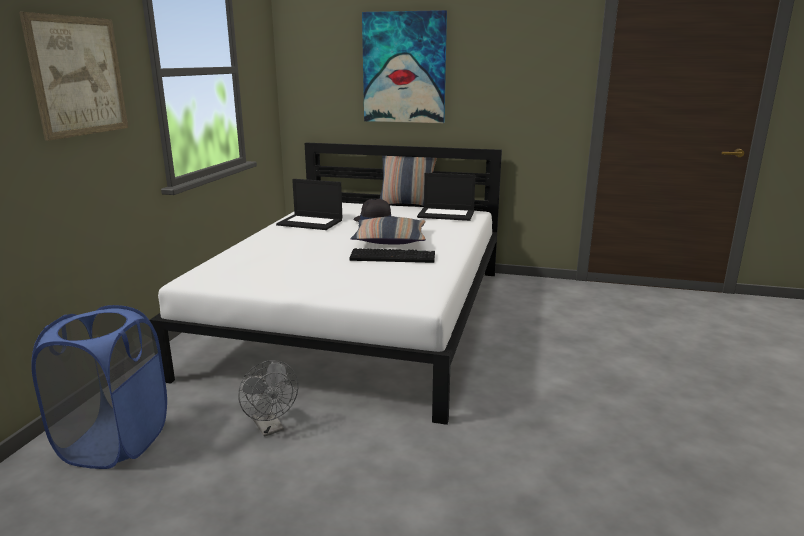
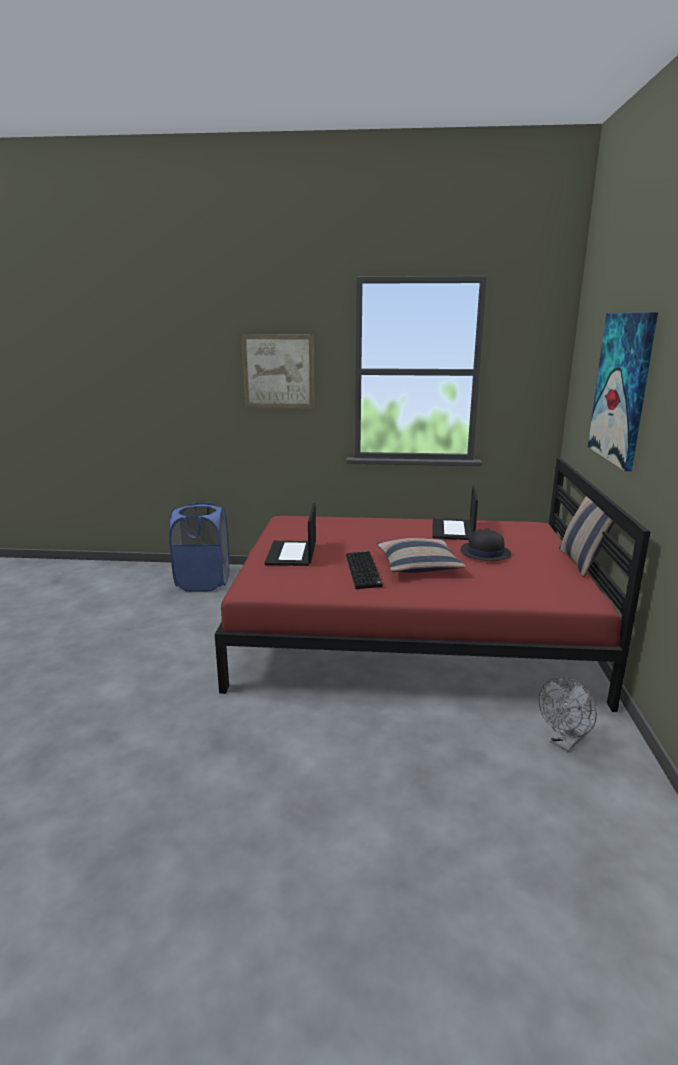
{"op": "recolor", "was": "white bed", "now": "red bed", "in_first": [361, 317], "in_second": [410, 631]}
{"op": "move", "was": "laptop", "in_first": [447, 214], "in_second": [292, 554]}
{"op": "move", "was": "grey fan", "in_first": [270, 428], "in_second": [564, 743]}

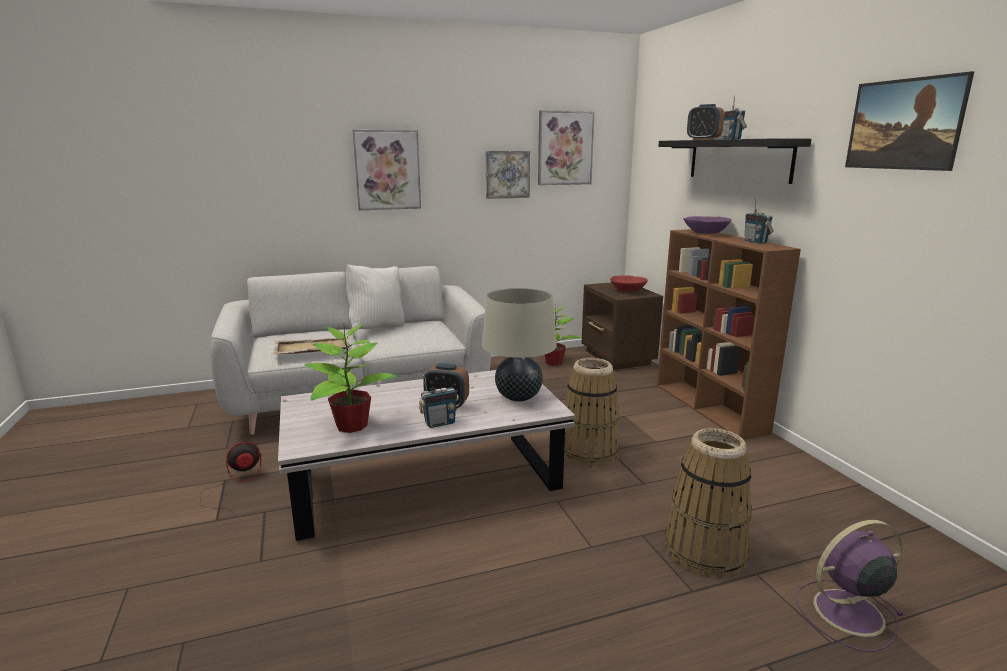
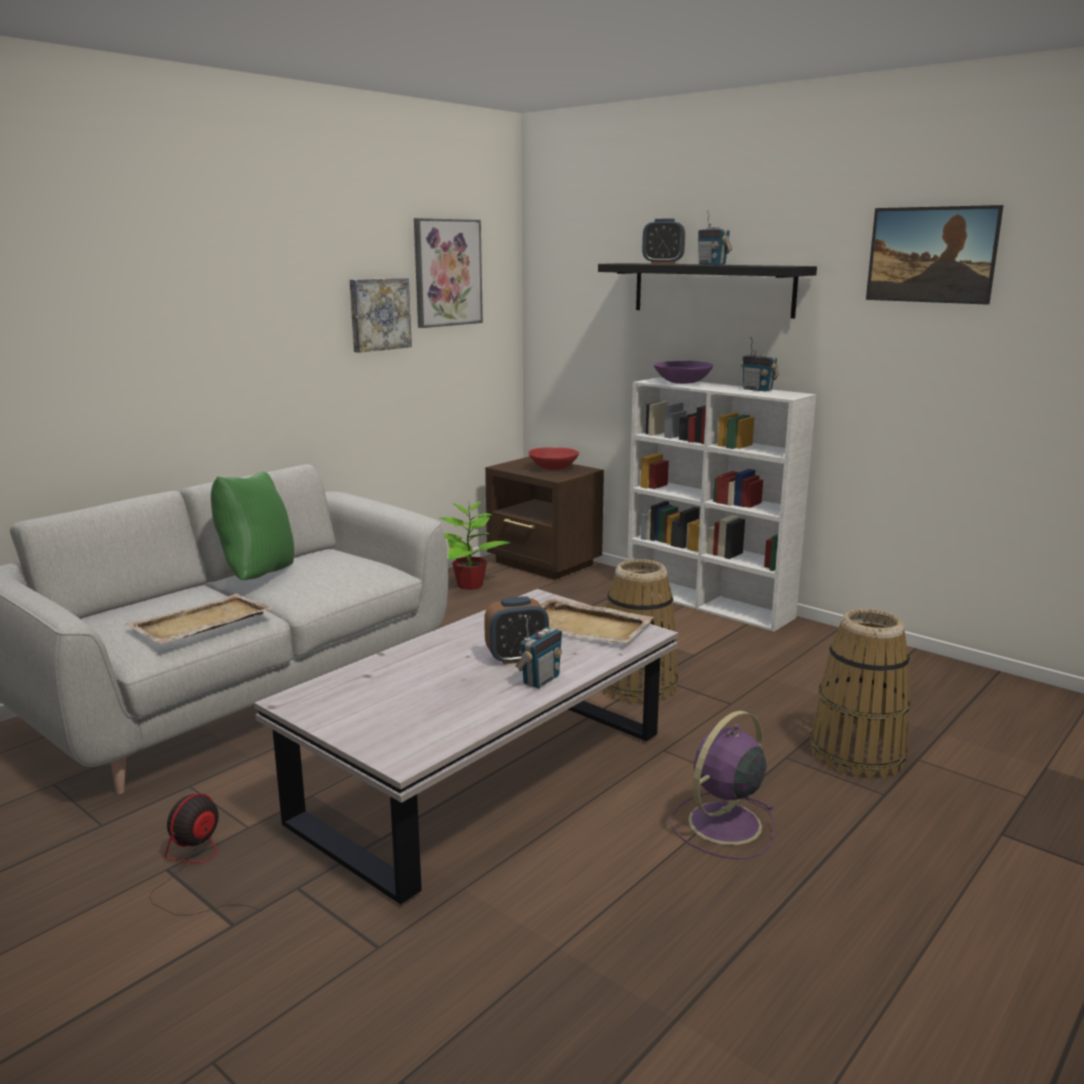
{"op": "delete", "was": "picture", "in_first": [387, 170]}
{"op": "recolor", "was": "brown bookcase", "now": "white bookcase", "in_first": [710, 408], "in_second": [709, 603]}
{"op": "recolor", "was": "white pillow", "now": "green pillow", "in_first": [377, 328], "in_second": [257, 575]}
{"op": "replace", "was": "beige table lamp", "now": "beige tray", "in_first": [518, 396], "in_second": [586, 626]}
{"op": "delete", "was": "potted plant", "in_first": [350, 426]}
{"op": "move", "was": "purple fan", "in_first": [845, 613], "in_second": [722, 825]}

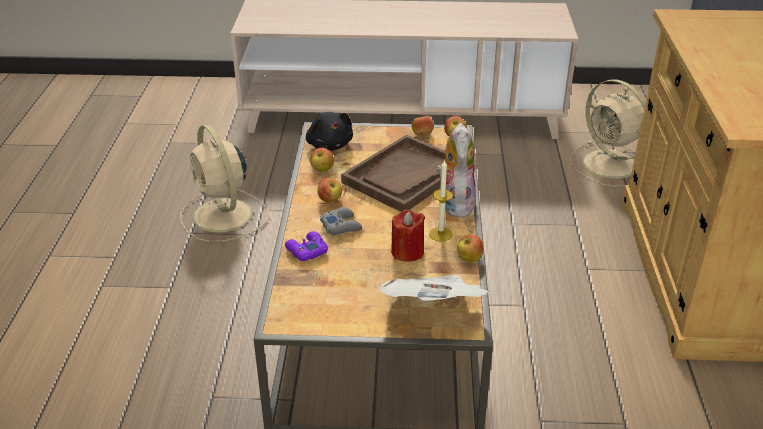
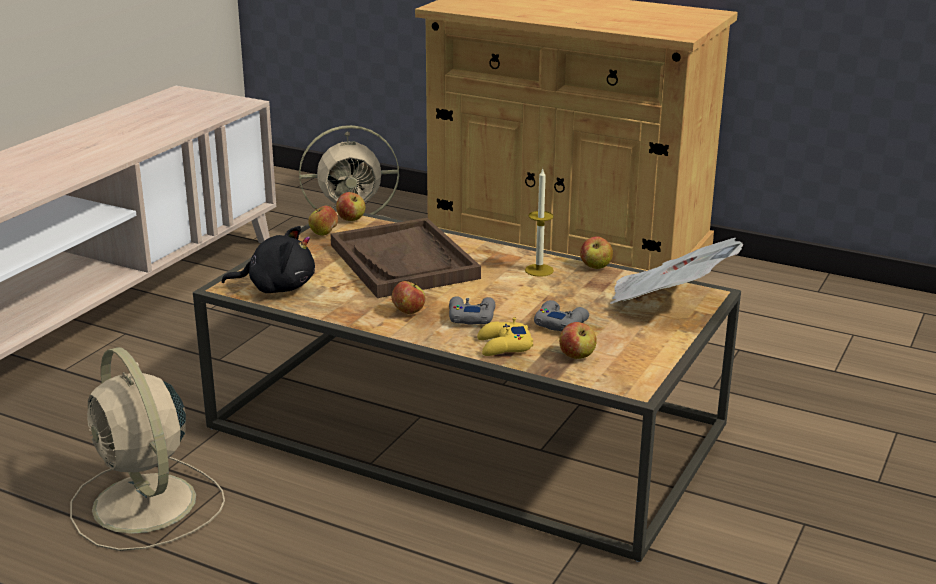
{"op": "delete", "was": "plush toy", "in_first": [454, 203]}
{"op": "rotate", "was": "beige fan", "in_first": [224, 217], "in_second": [146, 506], "clockwise": 60}
{"op": "move", "was": "apple", "in_first": [322, 169], "in_second": [577, 356]}
{"op": "delete", "was": "red candle", "in_first": [407, 252]}
{"op": "recolor", "was": "purple game controller", "now": "yellow game controller", "in_first": [306, 250], "in_second": [504, 346]}
{"op": "insert", "now": "grey game controller", "in_second": [560, 323]}

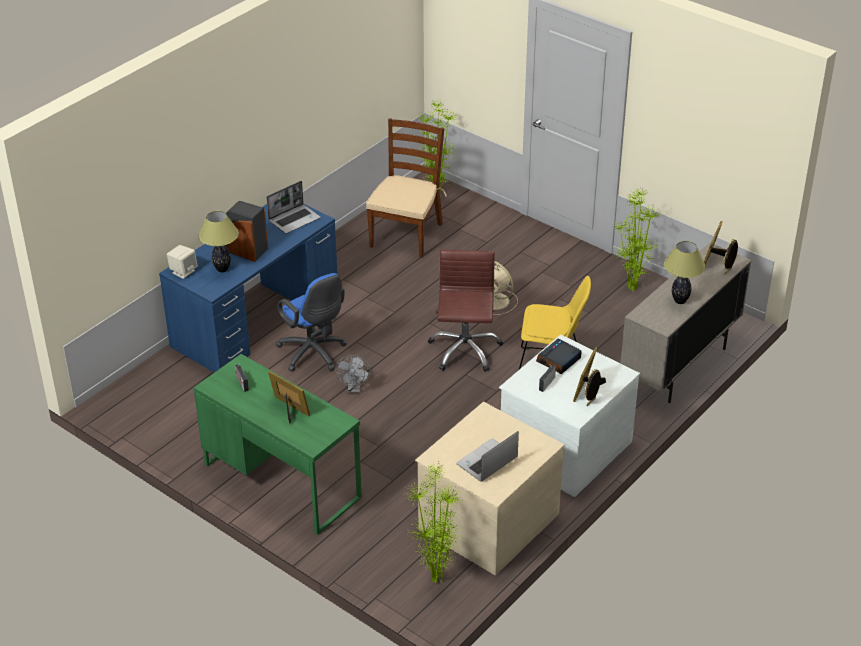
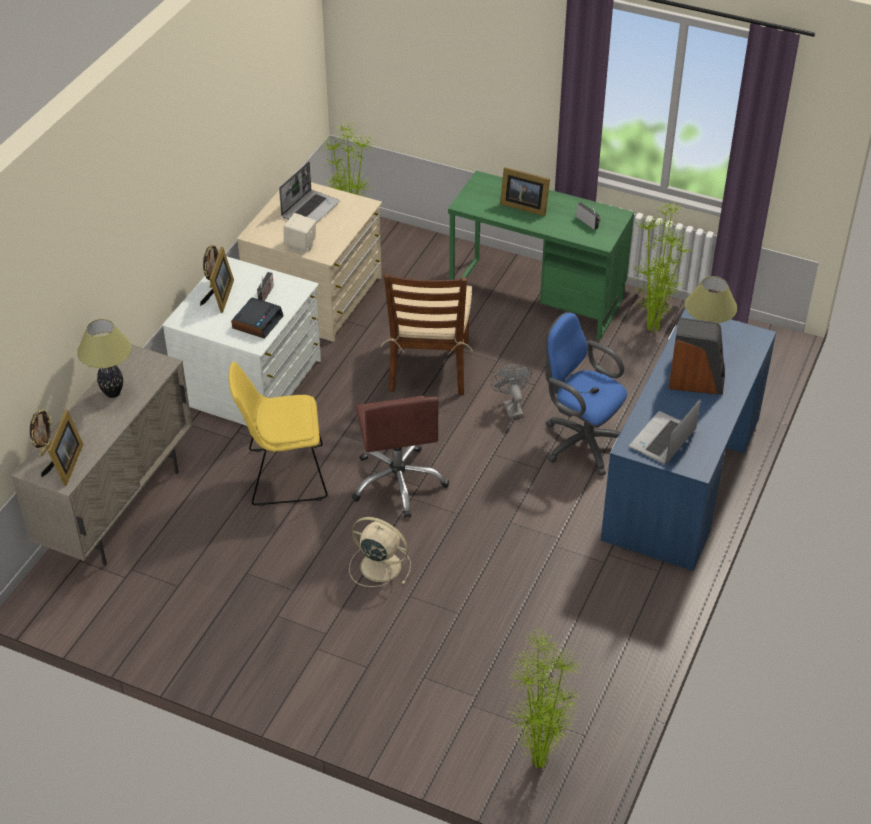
{"op": "move", "was": "brown chair", "in_first": [406, 234], "in_second": [429, 366]}
{"op": "move", "was": "potted plant", "in_first": [631, 289], "in_second": [652, 327]}
{"op": "move", "was": "beige speaker", "in_first": [183, 271], "in_second": [301, 246]}

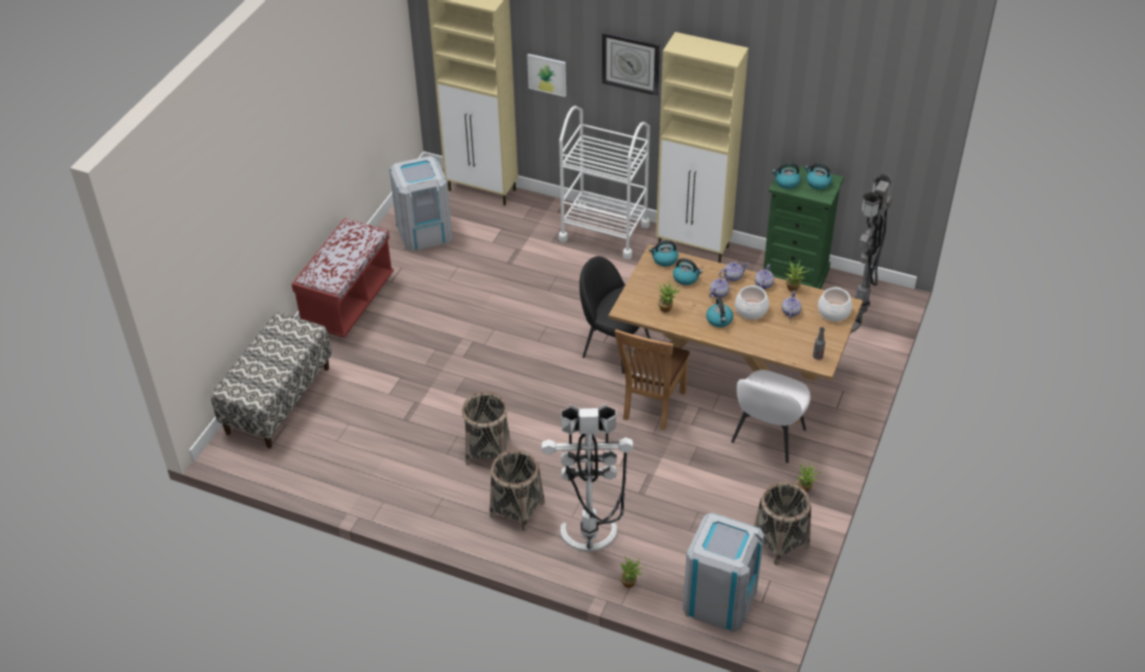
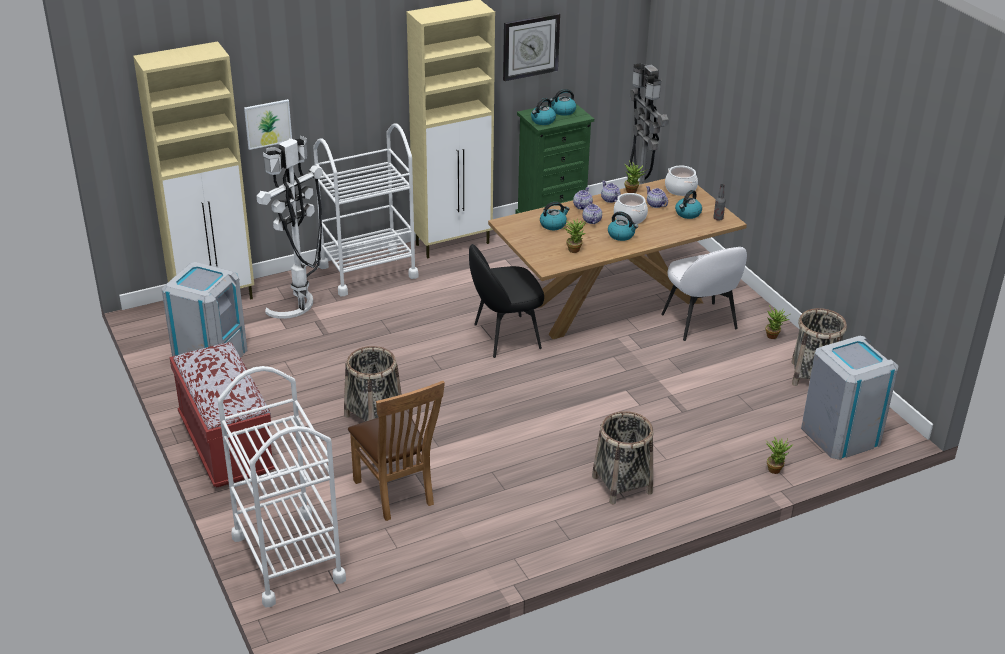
{"op": "move", "was": "wall clock", "in_first": [631, 62], "in_second": [530, 46]}
{"op": "move", "was": "kettle", "in_first": [664, 259], "in_second": [687, 214]}
{"op": "replace", "was": "bench", "now": "white cart", "in_first": [278, 400], "in_second": [287, 558]}
{"op": "move", "was": "brown chair", "in_first": [651, 407], "in_second": [397, 494]}
{"op": "move", "was": "basket", "in_first": [488, 450], "in_second": [374, 415]}
{"op": "move", "was": "white floor lamp", "in_first": [589, 545], "in_second": [299, 310]}

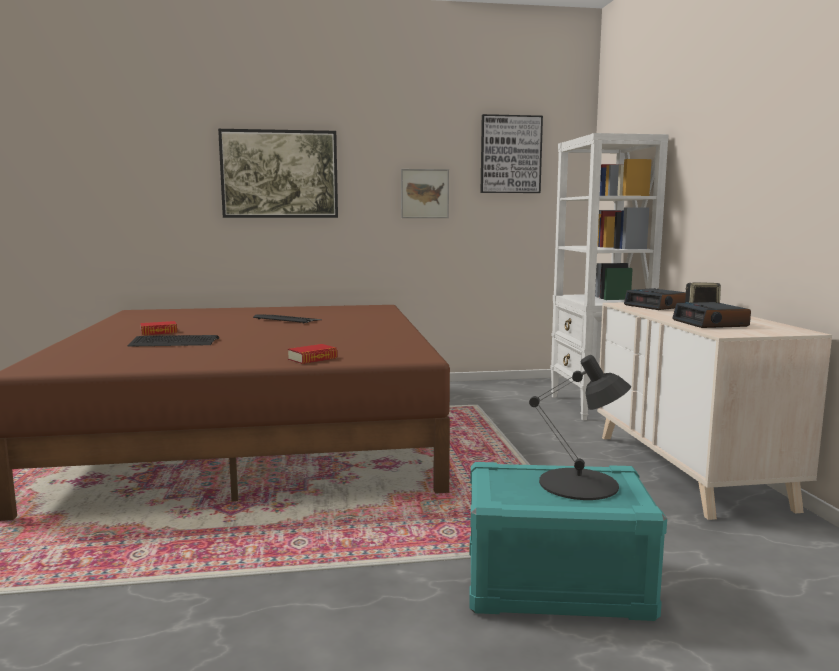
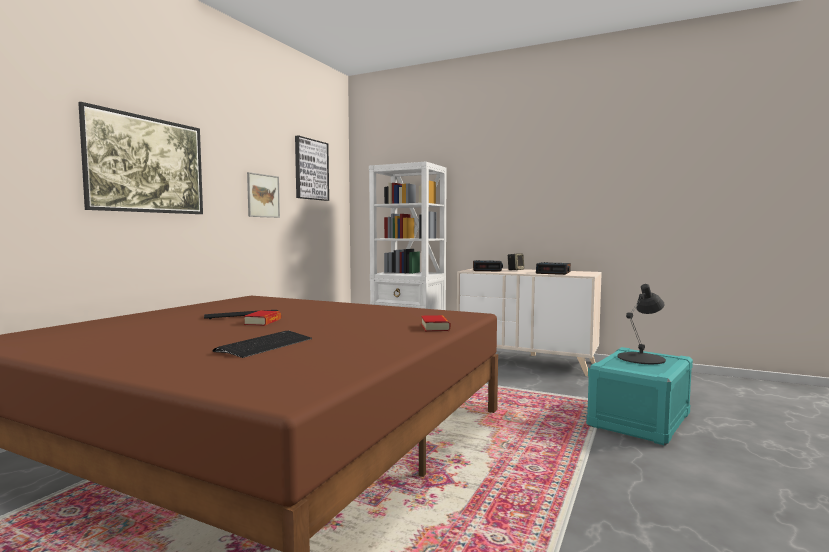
{"op": "move", "was": "book", "in_first": [159, 332], "in_second": [263, 322]}

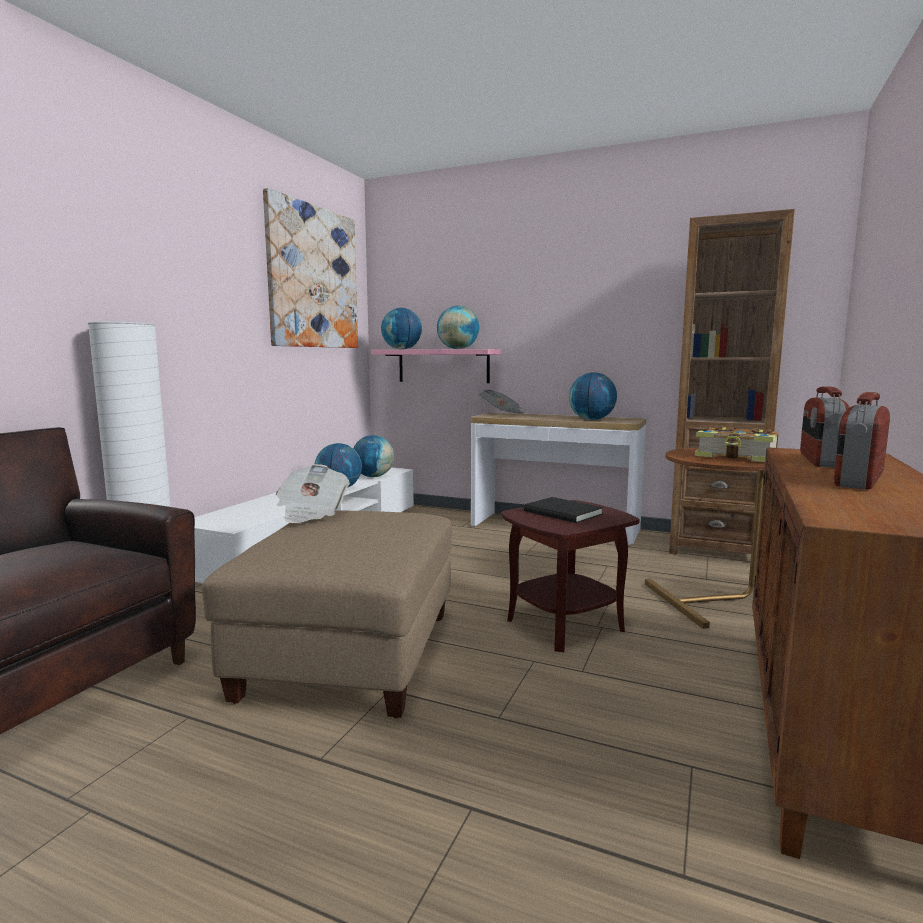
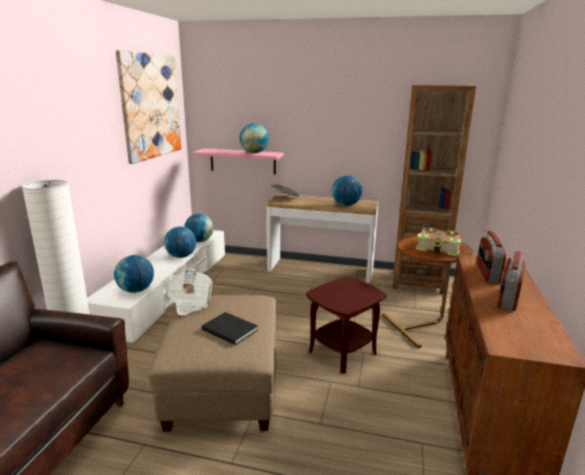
{"op": "move", "was": "globe", "in_first": [401, 349], "in_second": [136, 290]}
{"op": "move", "was": "black book", "in_first": [563, 512], "in_second": [230, 329]}

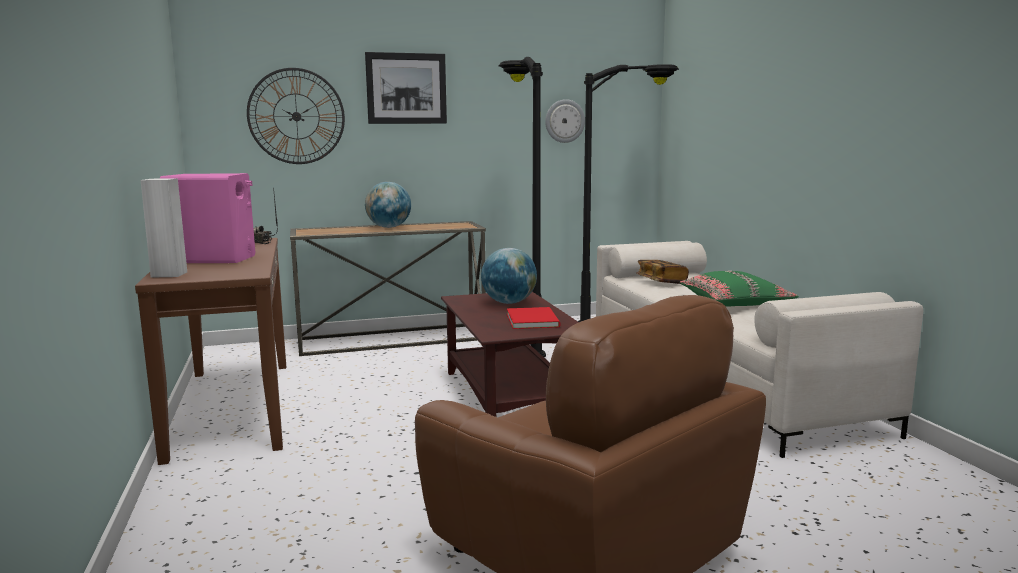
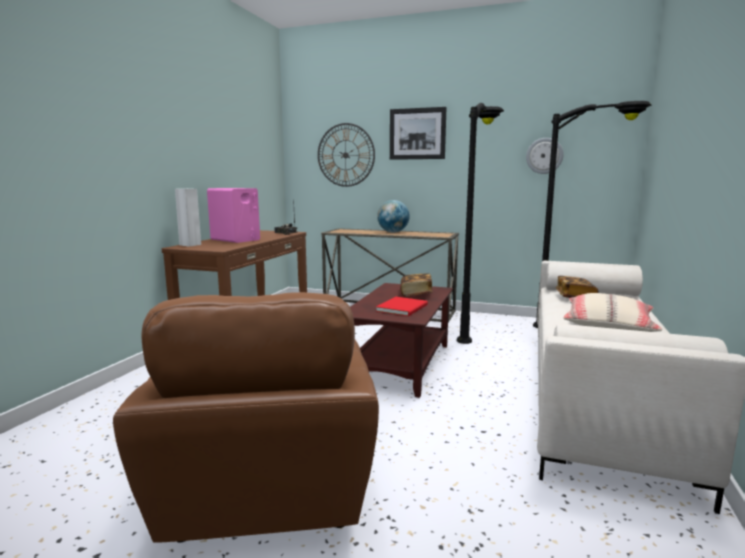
{"op": "replace", "was": "globe", "now": "book", "in_first": [509, 303], "in_second": [416, 294]}
{"op": "recolor", "was": "green pillow", "now": "beige pillow", "in_first": [735, 302], "in_second": [608, 325]}

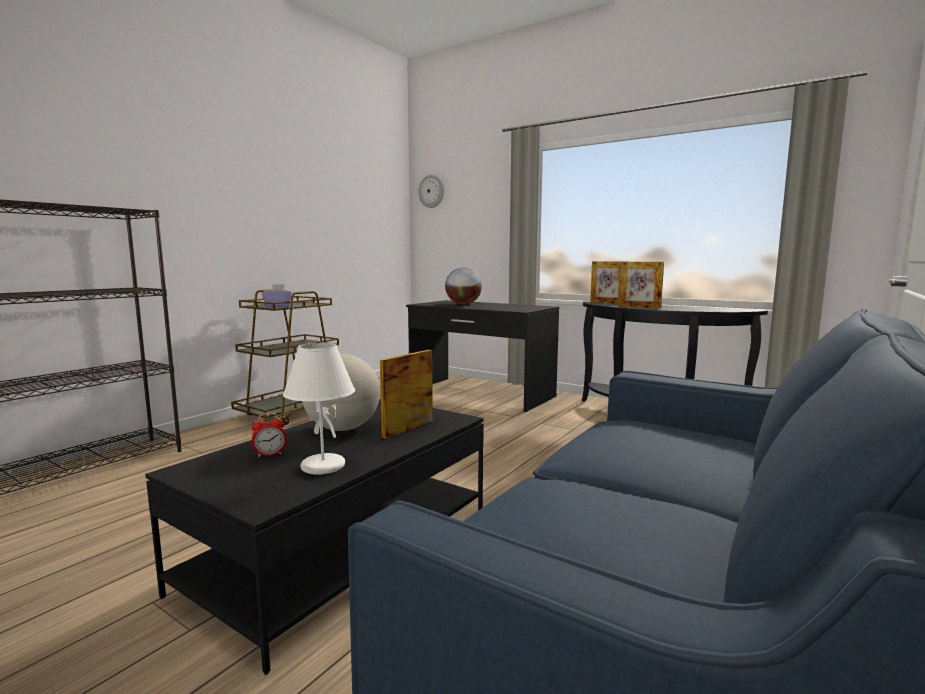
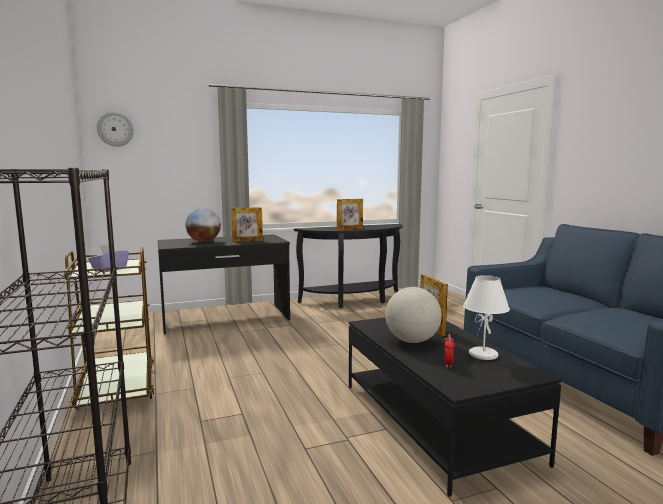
{"op": "move", "was": "picture frame", "in_first": [607, 302], "in_second": [247, 241]}

